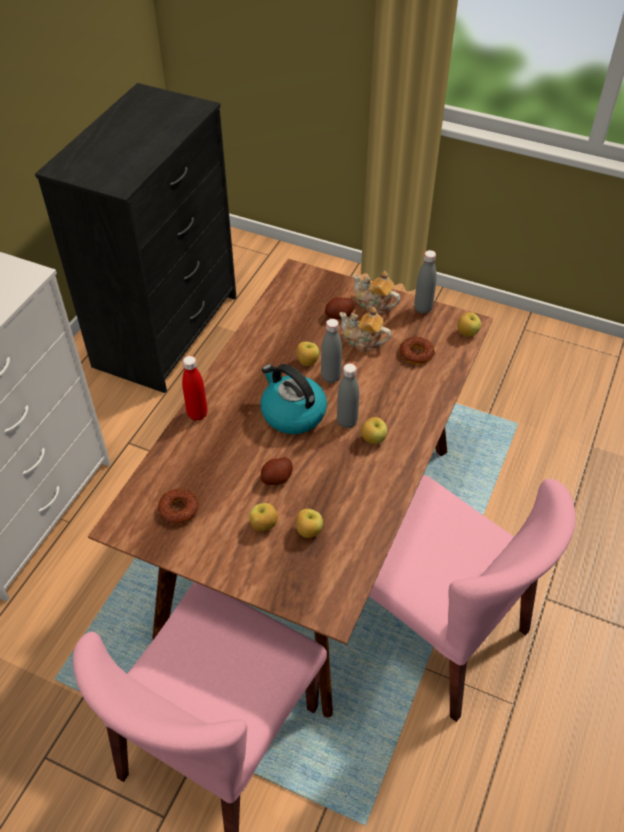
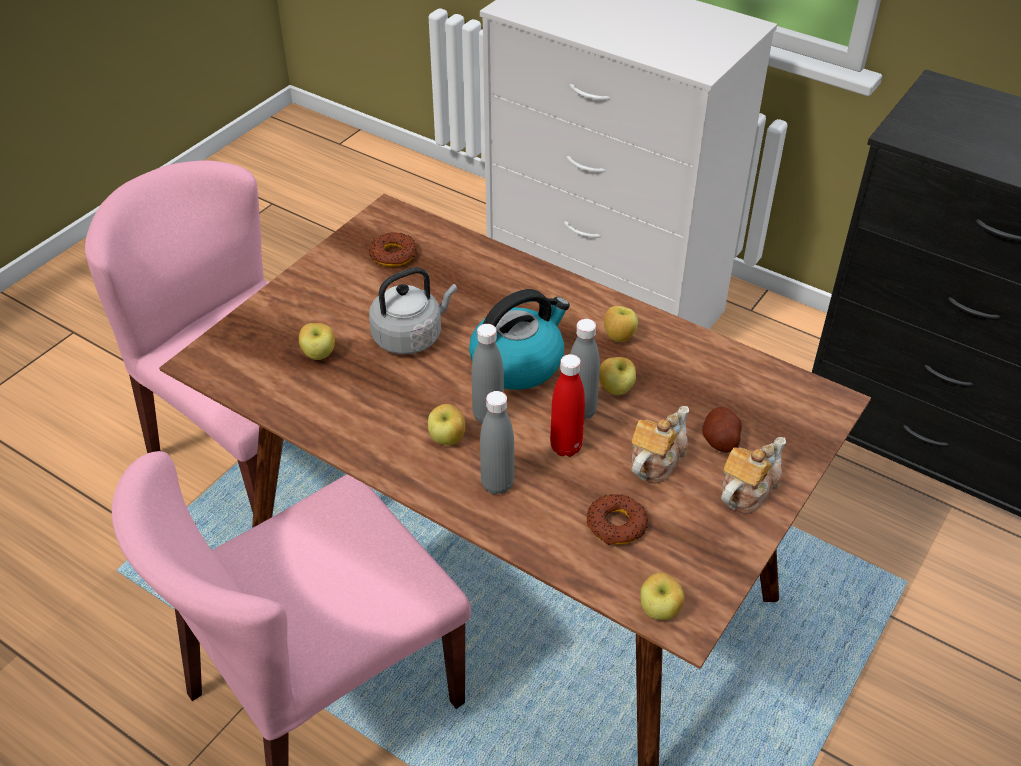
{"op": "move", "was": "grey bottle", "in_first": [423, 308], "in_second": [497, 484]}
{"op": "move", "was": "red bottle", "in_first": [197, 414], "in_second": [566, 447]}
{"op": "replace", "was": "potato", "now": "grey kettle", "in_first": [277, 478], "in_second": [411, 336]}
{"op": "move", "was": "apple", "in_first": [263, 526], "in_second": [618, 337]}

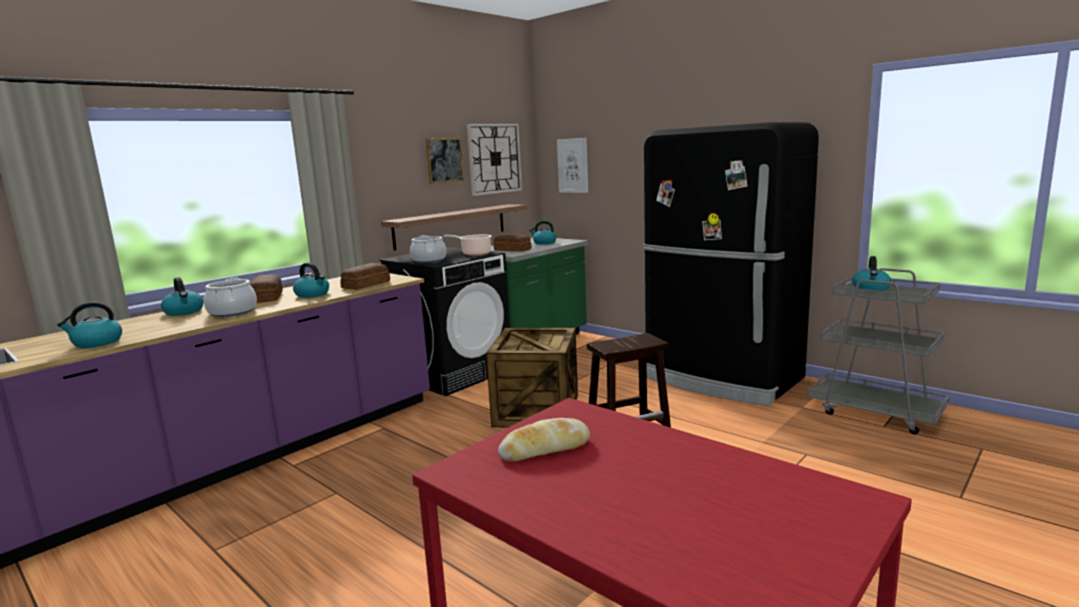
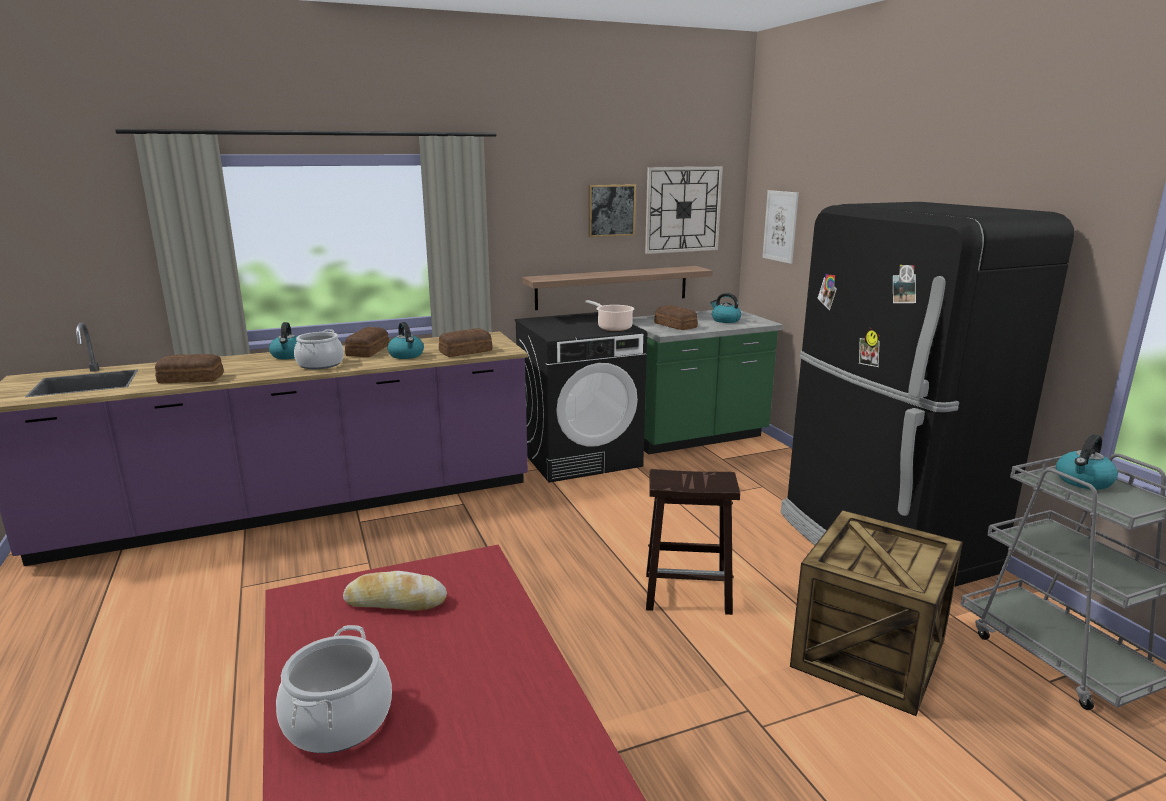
{"op": "move", "was": "cooking pot", "in_first": [429, 260], "in_second": [338, 720]}
{"op": "replace", "was": "kettle", "now": "bread", "in_first": [96, 343], "in_second": [192, 379]}
{"op": "move", "was": "crate", "in_first": [538, 410], "in_second": [870, 655]}

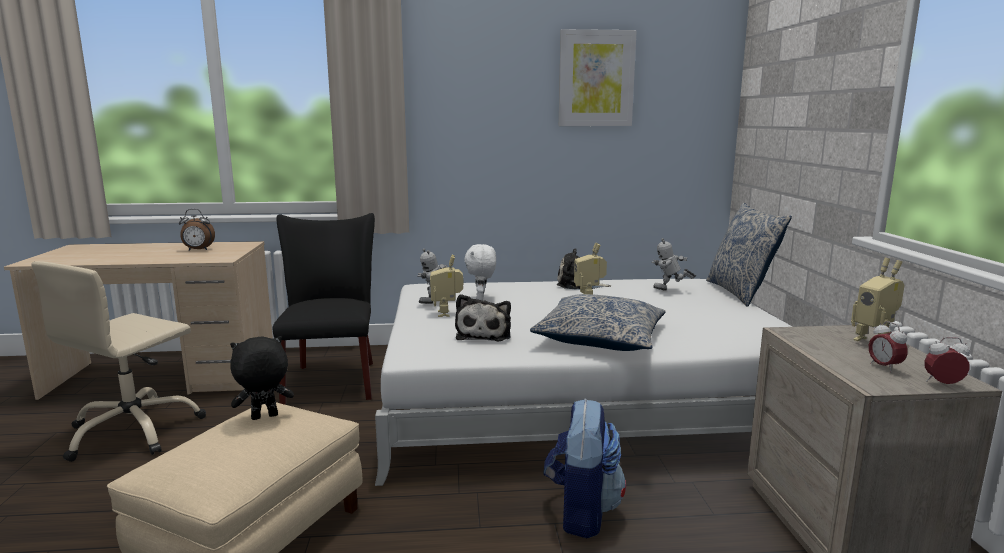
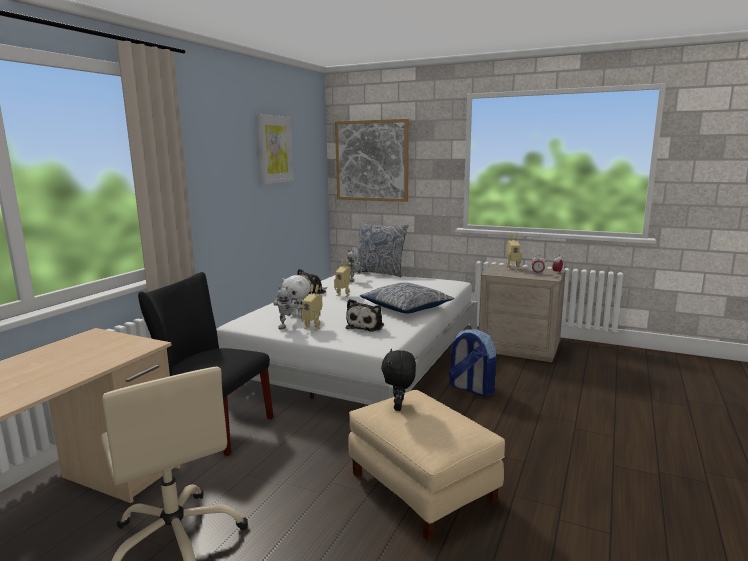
{"op": "delete", "was": "alarm clock", "in_first": [198, 250]}
{"op": "rotate", "was": "plush toy", "in_first": [484, 334], "in_second": [366, 326], "clockwise": 75}
{"op": "insert", "now": "picture", "in_second": [372, 161]}

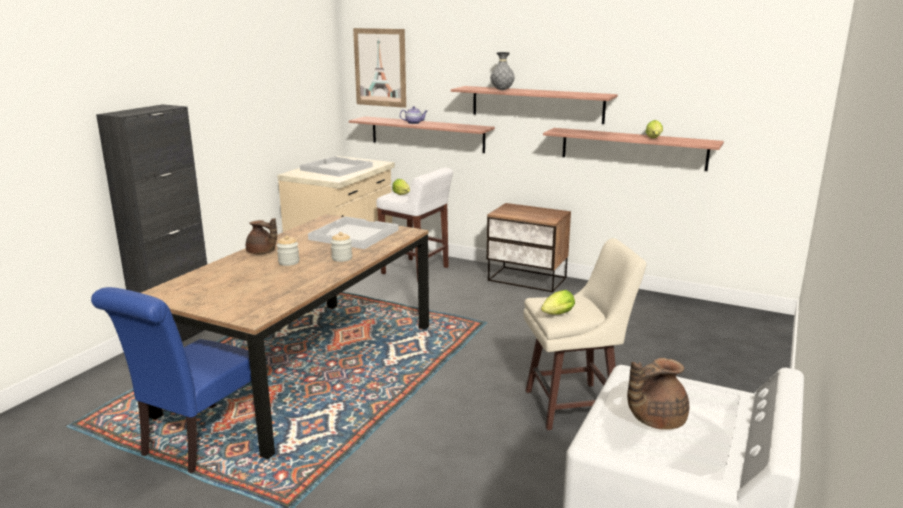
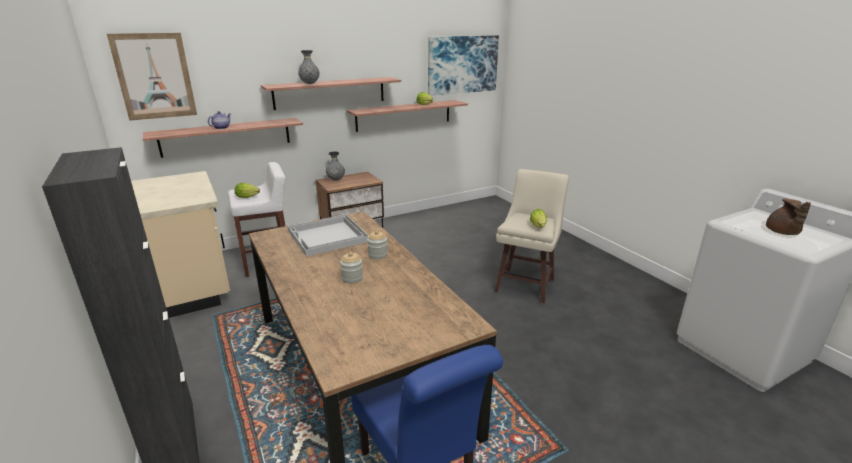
{"op": "delete", "was": "white tray", "in_first": [336, 168]}
{"op": "delete", "was": "brown teapot", "in_first": [262, 252]}
{"op": "insert", "now": "picture", "in_second": [462, 64]}
{"op": "insert", "now": "grey vase", "in_second": [336, 180]}

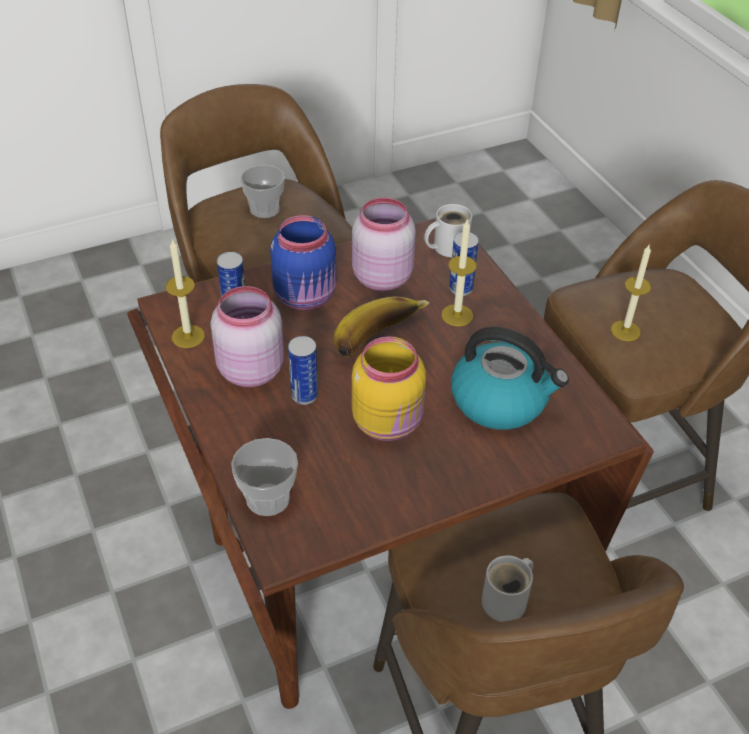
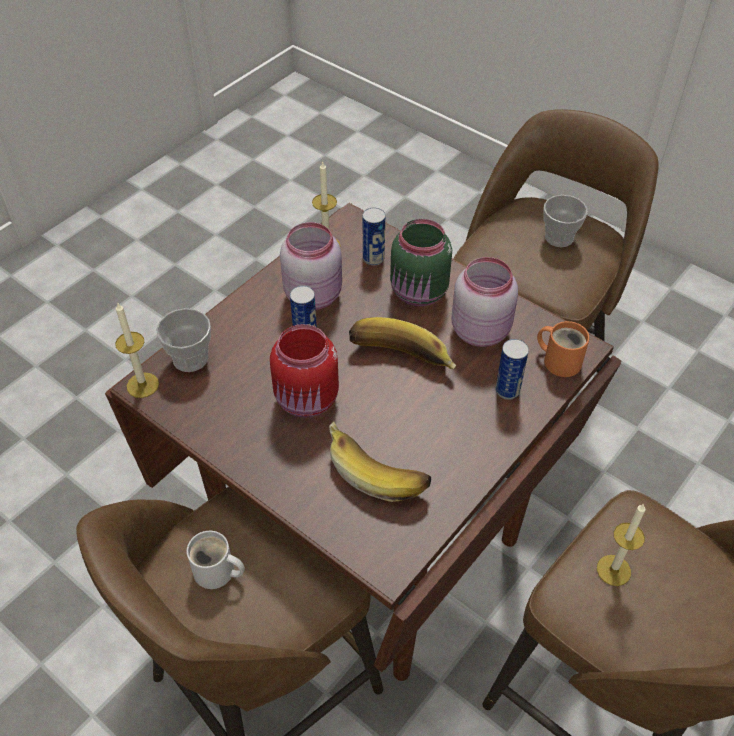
{"op": "recolor", "was": "white mug", "now": "orange mug", "in_first": [447, 246], "in_second": [560, 360]}
{"op": "recolor", "was": "blue jar", "now": "green jar", "in_first": [307, 297], "in_second": [419, 293]}
{"op": "move", "was": "candle", "in_first": [457, 315], "in_second": [142, 385]}
{"op": "replace", "was": "kettle", "now": "banana", "in_first": [500, 401], "in_second": [379, 469]}
{"op": "recolor", "was": "yellow jar", "now": "red jar", "in_first": [389, 422], "in_second": [307, 400]}

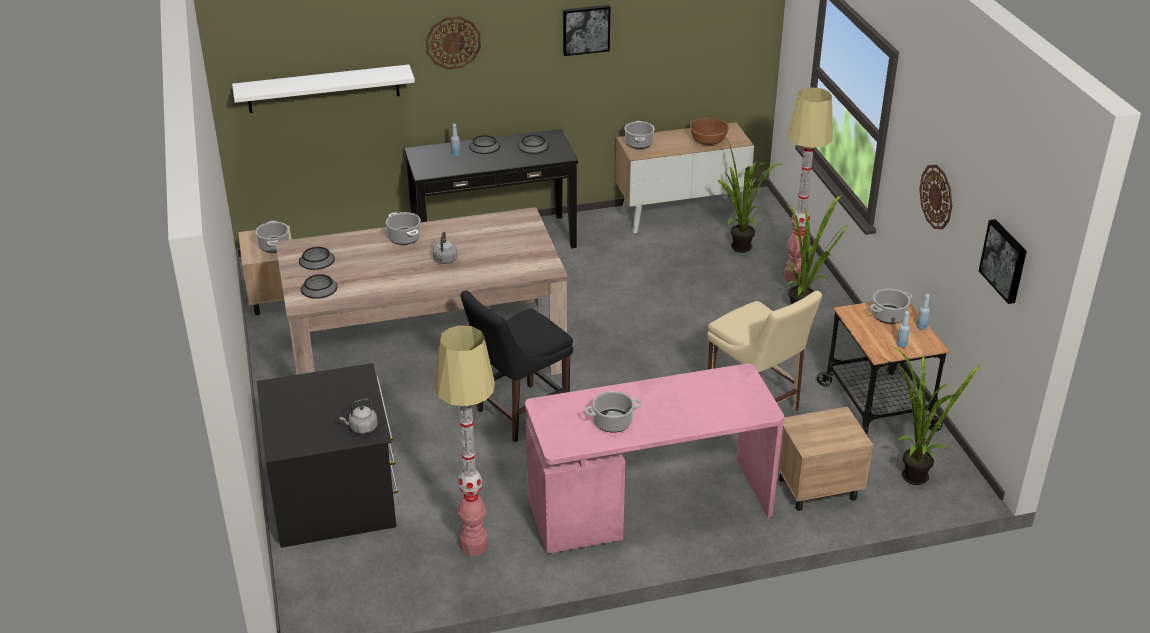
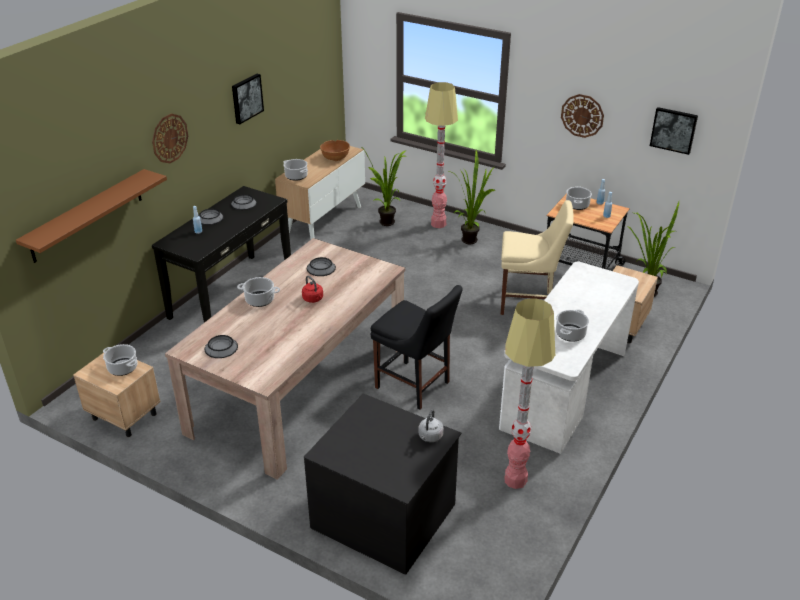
{"op": "recolor", "was": "white shelf", "now": "brown shelf", "in_first": [323, 88], "in_second": [87, 215]}
{"op": "recolor", "was": "grey kettle", "now": "red kettle", "in_first": [445, 260], "in_second": [313, 299]}
{"op": "move", "was": "bowl", "in_first": [319, 288], "in_second": [321, 268]}
{"op": "rotate", "was": "black chair", "in_first": [518, 414], "in_second": [415, 386], "clockwise": -60}
{"op": "recolor", "was": "pink desk", "now": "white desk", "in_first": [650, 506], "in_second": [565, 390]}

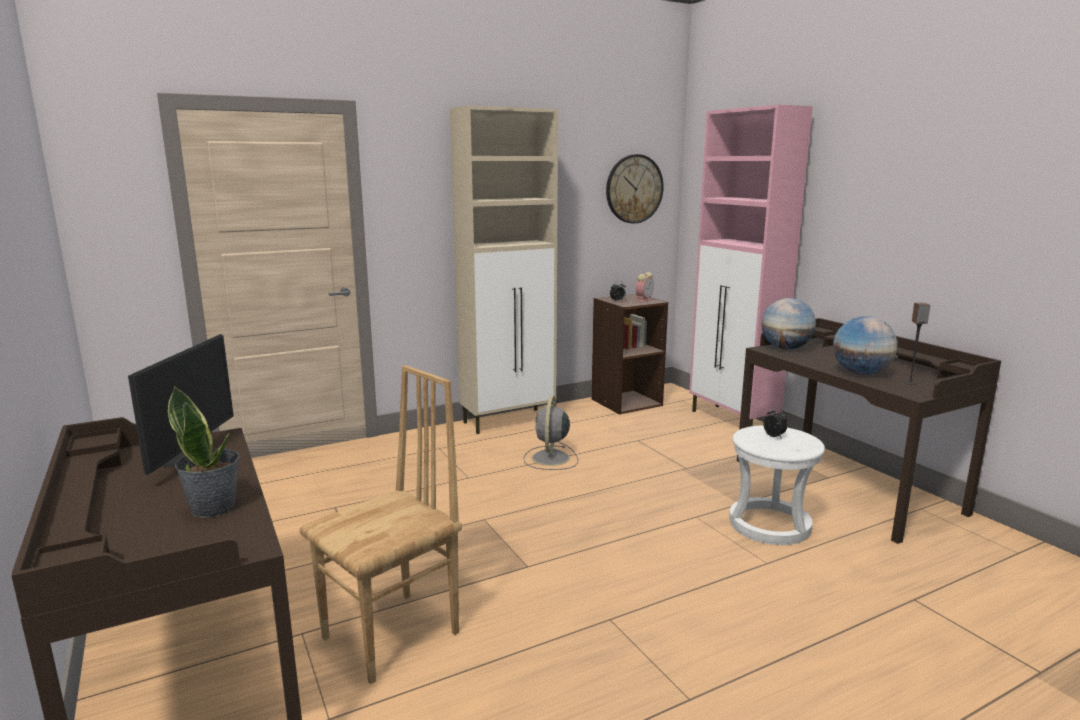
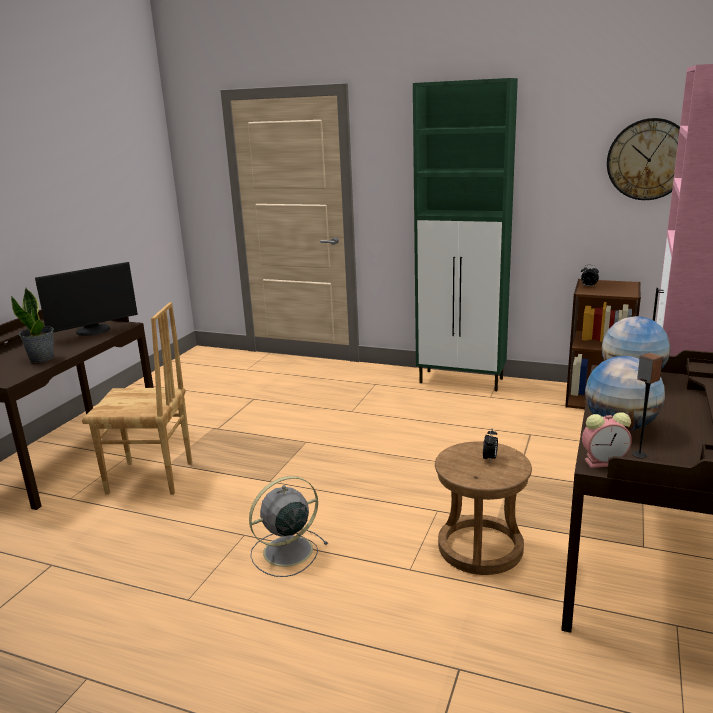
{"op": "recolor", "was": "beige cabinet", "now": "green cabinet", "in_first": [509, 421], "in_second": [462, 381]}
{"op": "move", "was": "alarm clock", "in_first": [644, 300], "in_second": [605, 462]}
{"op": "move", "was": "grey fan", "in_first": [550, 459], "in_second": [286, 552]}
{"op": "recolor", "was": "white stool", "now": "brown stool", "in_first": [769, 524], "in_second": [480, 547]}

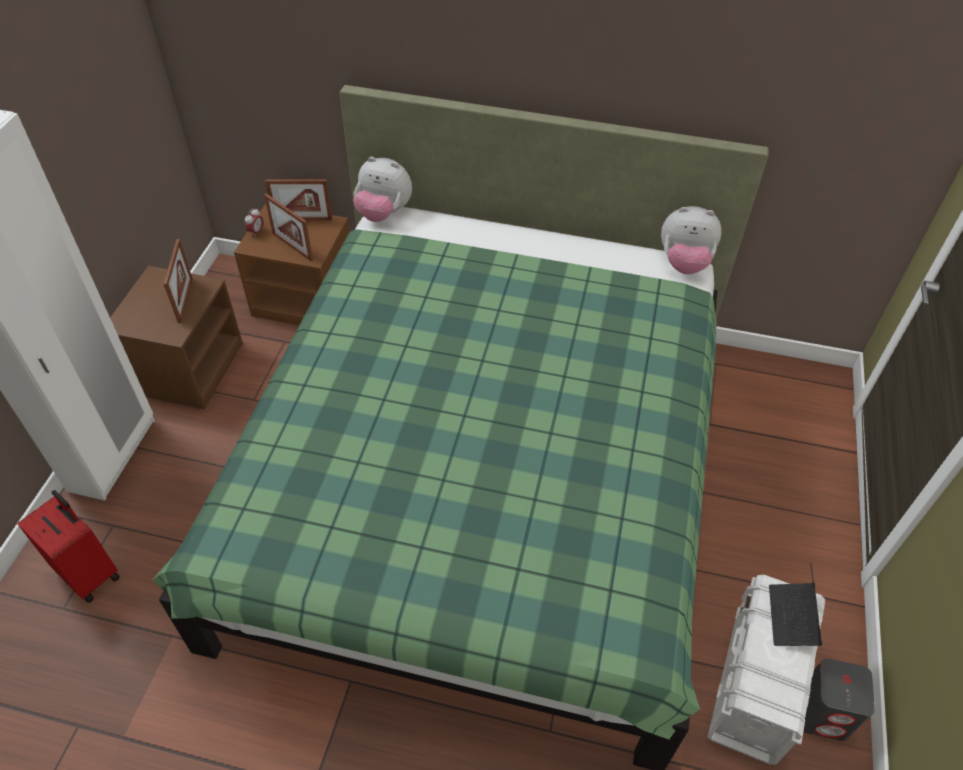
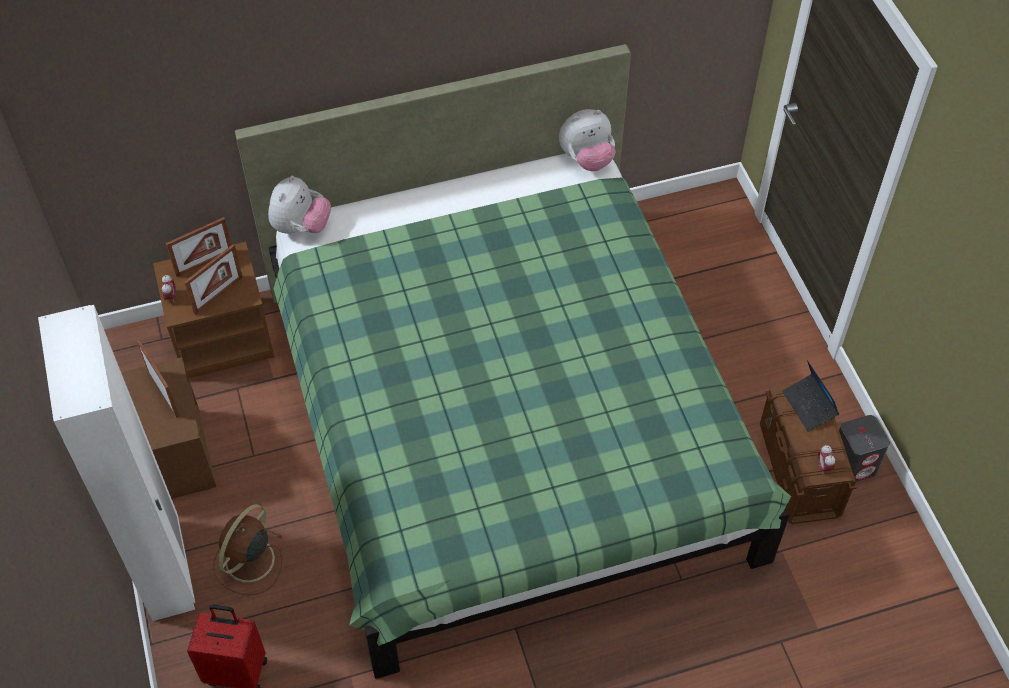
{"op": "rotate", "was": "plush toy", "in_first": [383, 213], "in_second": [301, 227], "clockwise": -60}
{"op": "rotate", "was": "picture frame", "in_first": [292, 246], "in_second": [218, 295], "clockwise": -60}
{"op": "recolor", "was": "white storage box", "now": "brown storage box", "in_first": [753, 686], "in_second": [798, 471]}
{"op": "insert", "now": "alarm clock", "in_second": [823, 467]}
{"op": "insert", "now": "brown fan", "in_second": [248, 562]}

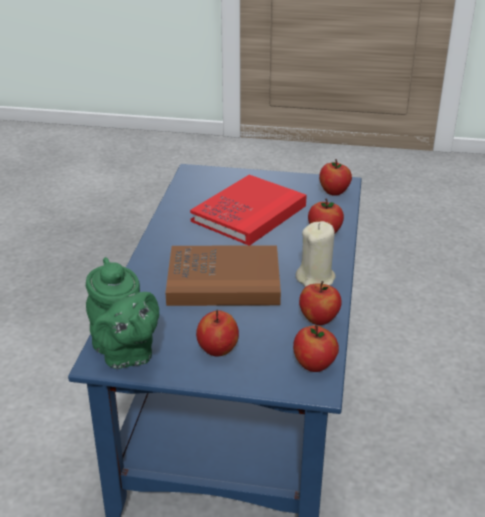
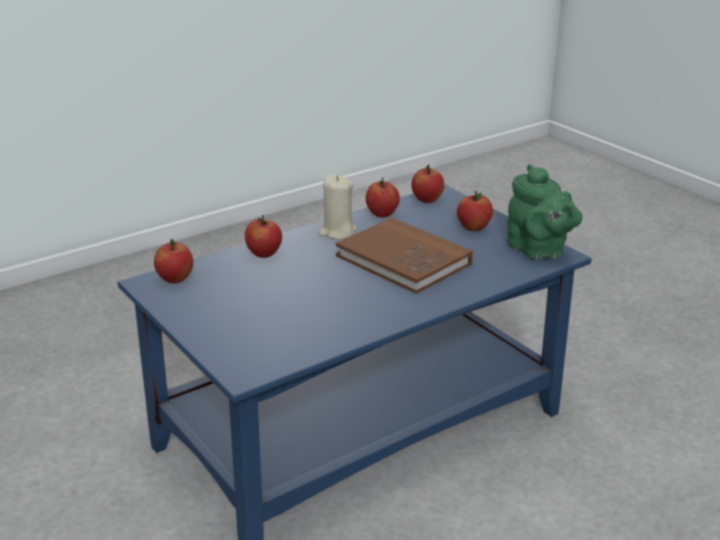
{"op": "delete", "was": "red book", "in_first": [249, 213]}
{"op": "rotate", "was": "green teapot", "in_first": [125, 353], "in_second": [538, 251], "clockwise": 135}

